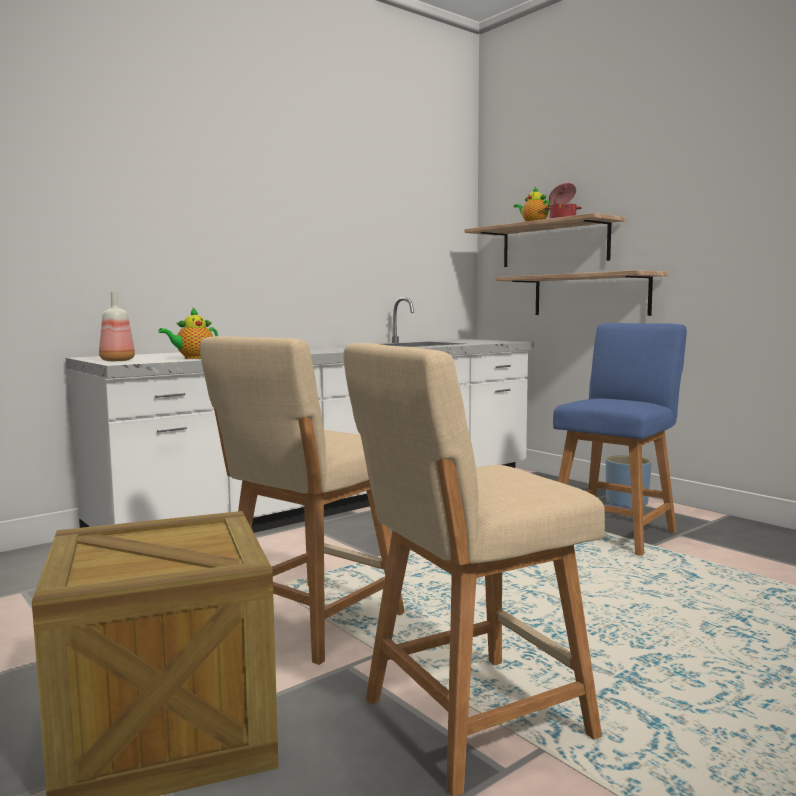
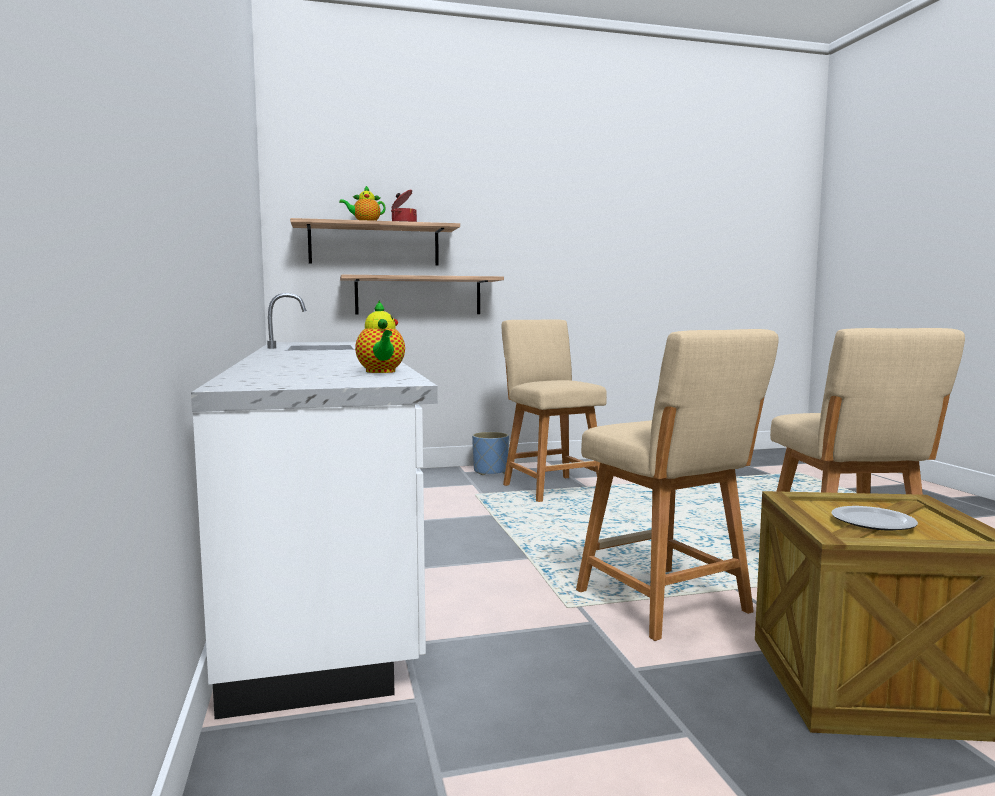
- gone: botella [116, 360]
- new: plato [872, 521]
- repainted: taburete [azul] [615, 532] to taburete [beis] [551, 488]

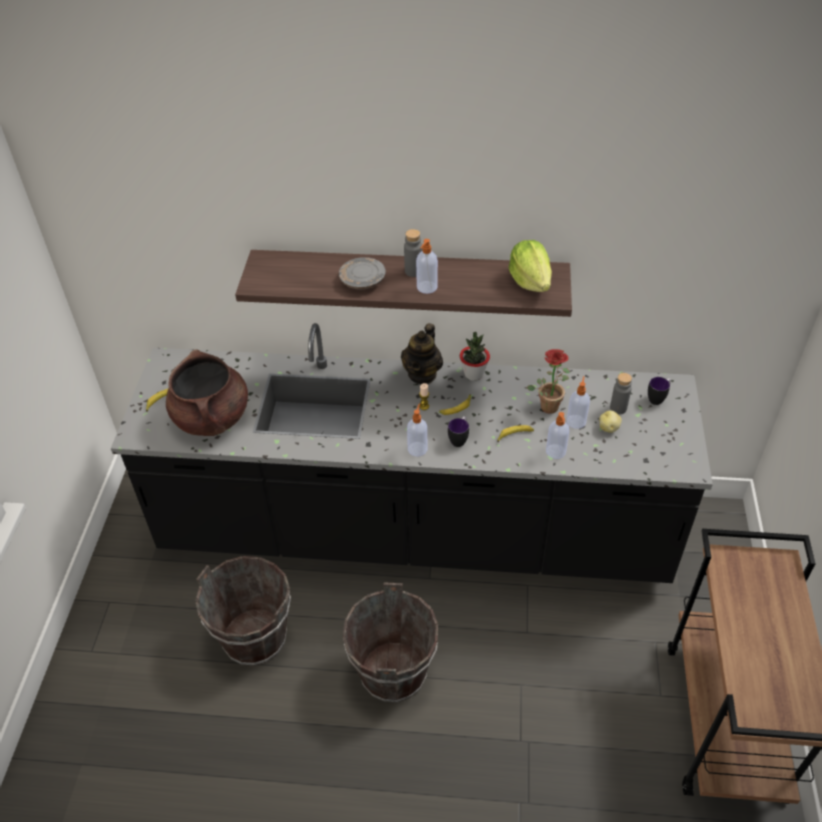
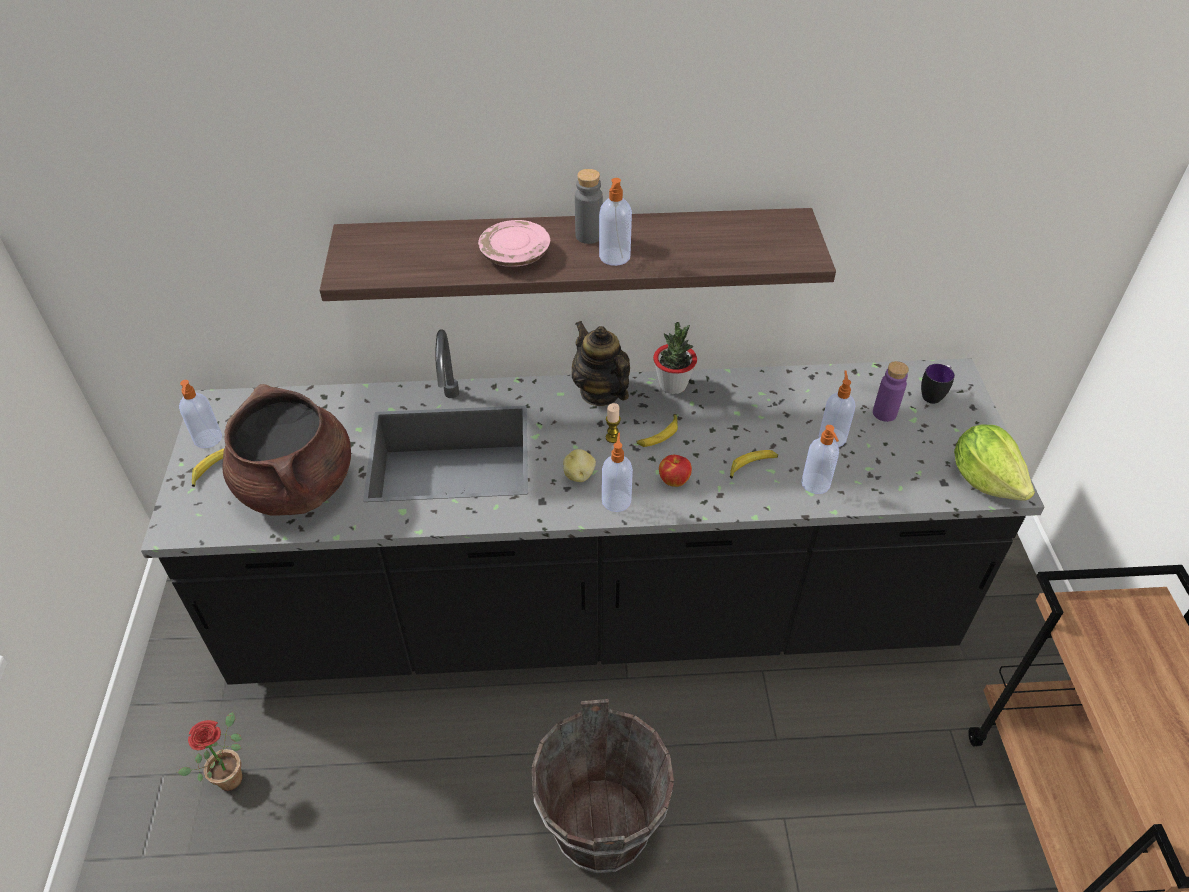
- gone: cubo [marrón] [255, 637]
- new: dispensador de jabón [208, 439]
- shifted: lechuga [530, 281] to [985, 479]
- shifted: planta en maceta [549, 404] to [231, 774]
- shifted: patata [609, 428] to [579, 475]
- swapped: taza grande [459, 439] to manzana [674, 480]
- repainted: plato [gris] [362, 280] to plato [rosa] [515, 255]
- repainted: botella [gris] [618, 408] to botella [morado] [884, 413]
- rotated: tetera [422, 374] = [600, 392] 135 degrees clockwise

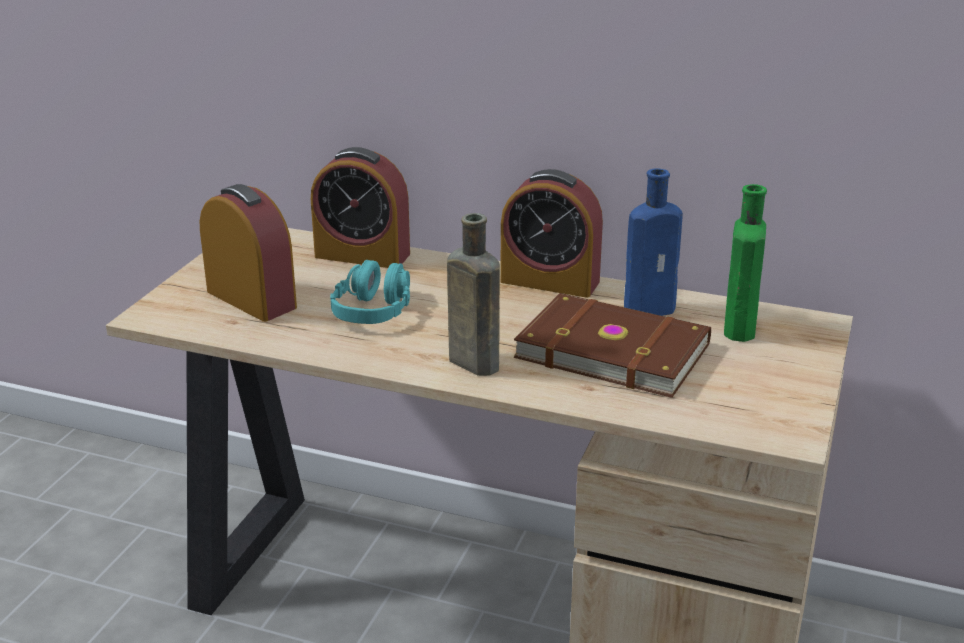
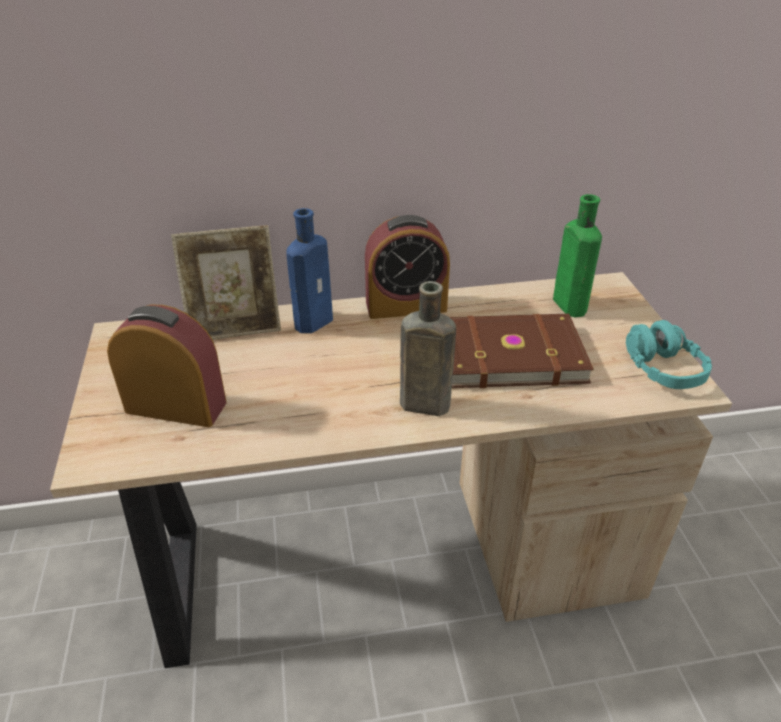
- shifted: auriculares [turquesa] [373, 310] to [662, 368]
- shifted: botella [azul] [653, 309] to [316, 320]
- swapped: despertador [362, 255] to portarretratos [235, 327]

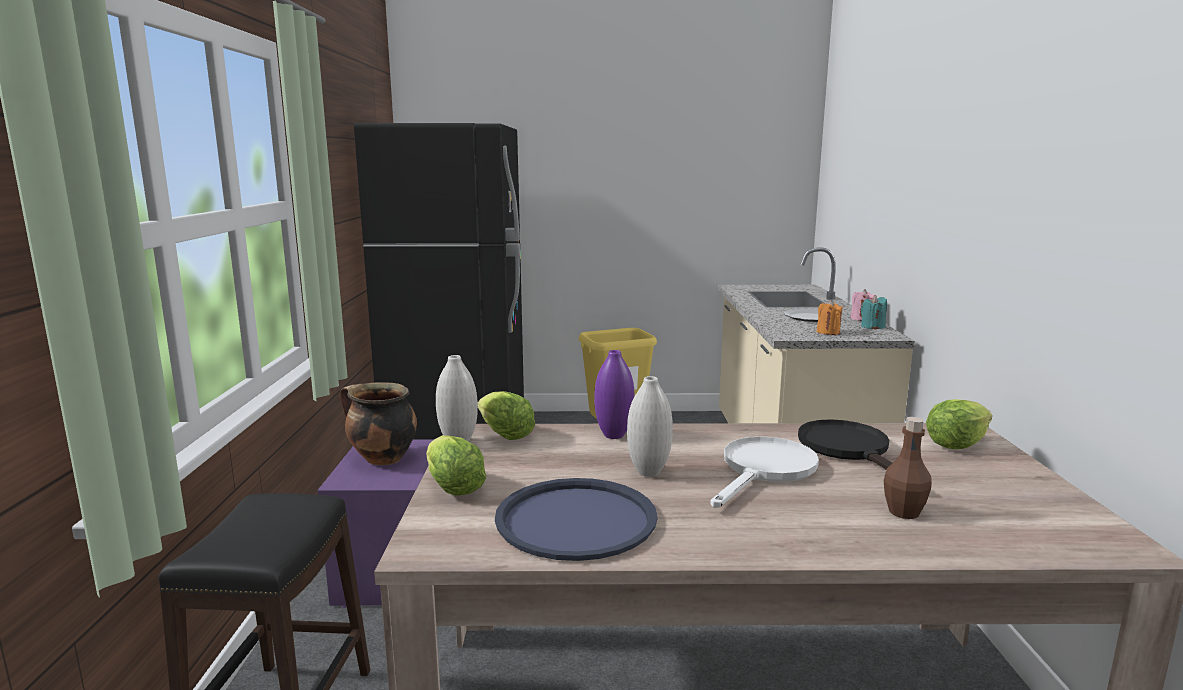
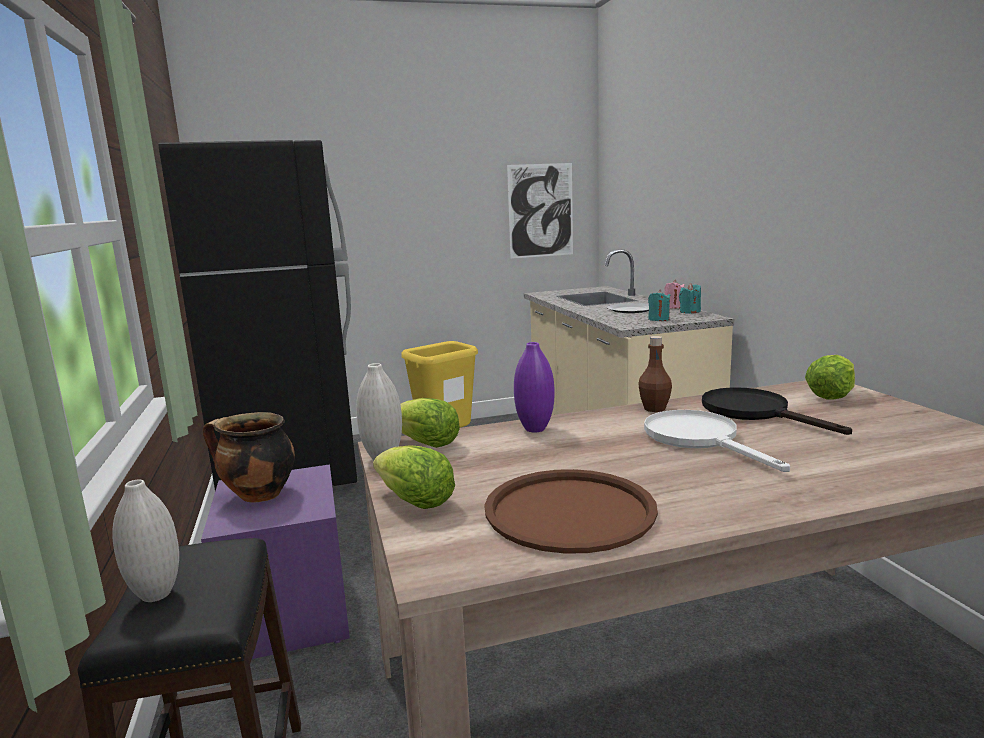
- new: cuadro [540, 210]
- shifted: florero [blanco] [648, 472] to [156, 594]
- shifted: botella [marrón] [903, 512] to [654, 408]
- repainted: bandeja [azul] [576, 519] to bandeja [marrón] [569, 511]
- repainted: vela [naranja] [828, 332] to vela [turquesa] [658, 319]
- rotated: sartén [blanco] [764, 470] = [700, 439] 45 degrees counterclockwise

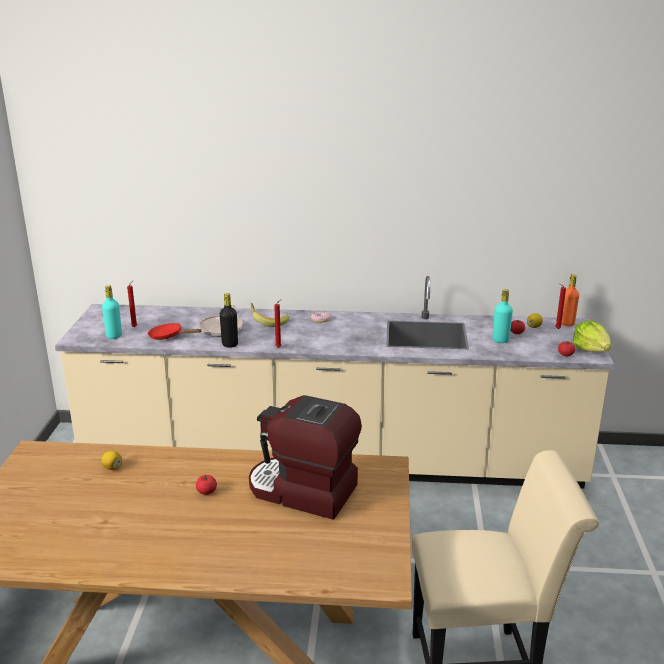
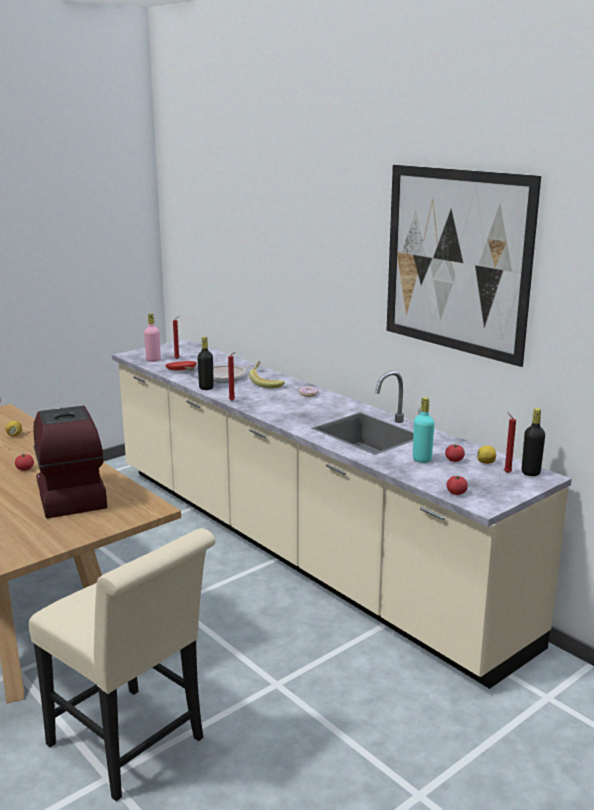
- gone: lechuga [591, 349]
- new: cuadro [456, 261]
- repainted: botella [turquesa] [114, 336] to botella [rosa] [153, 360]
- repainted: botella [naranja] [566, 323] to botella [negro] [530, 472]

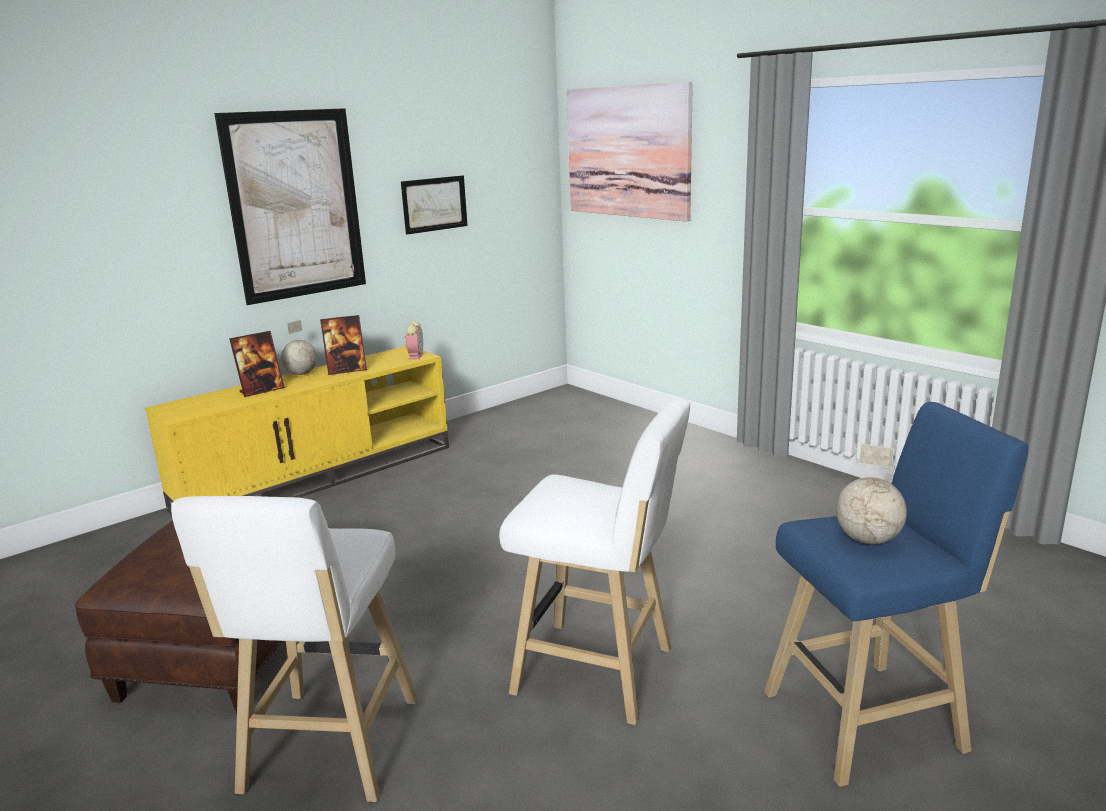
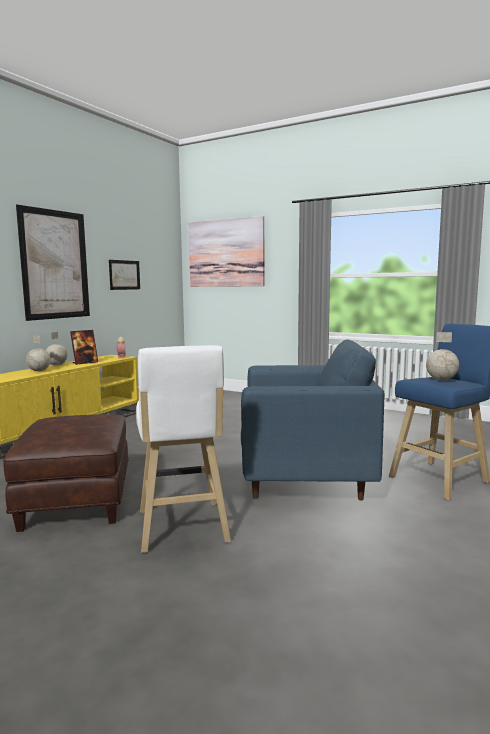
- swapped: portarretratos [261, 390] to globo terráqueo [39, 371]
- swapped: taburete [blanco] [600, 673] to sillón [azul] [305, 481]

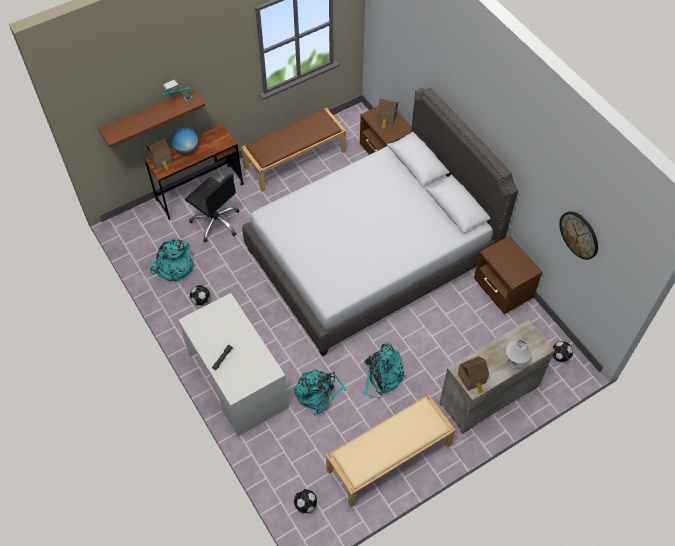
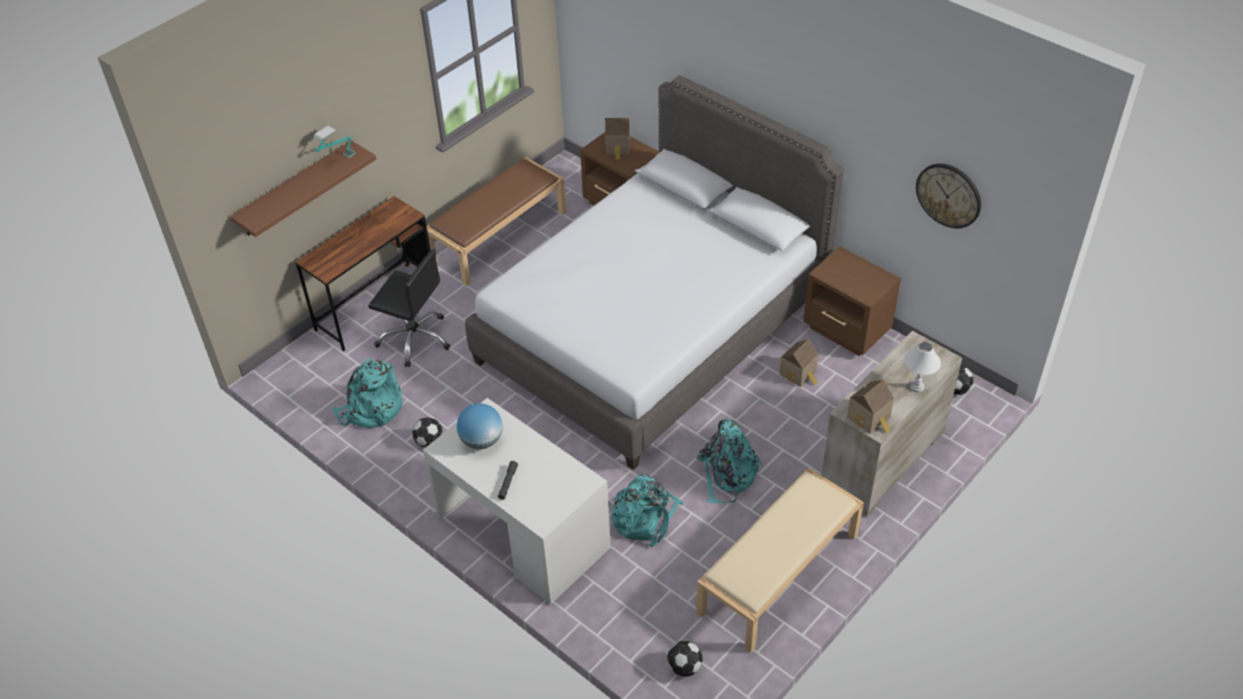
- shifted: casita [161, 160] to [799, 374]
- shifted: globo terráqueo [186, 149] to [482, 440]

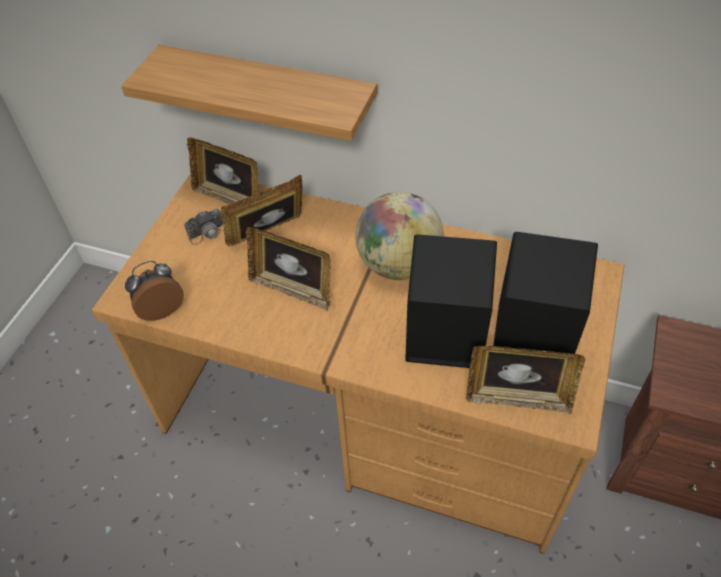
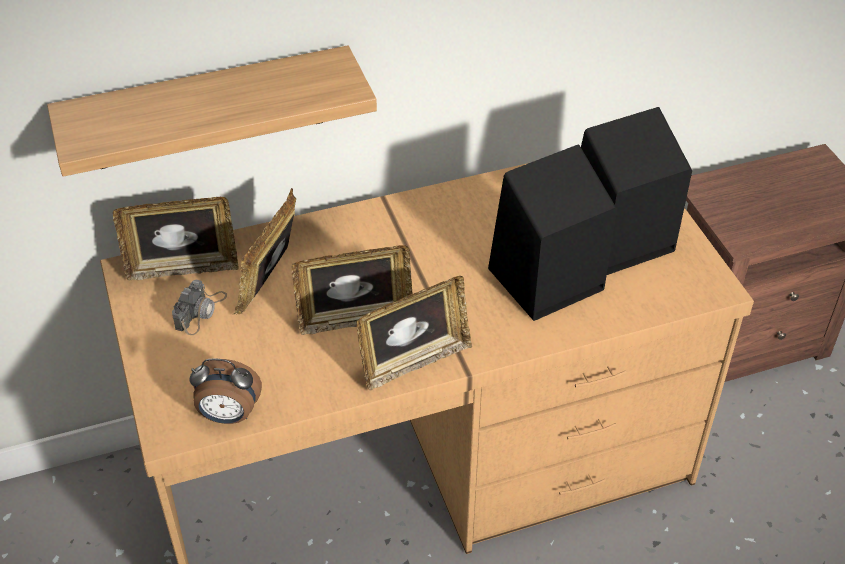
- gone: globo terráqueo [398, 264]
- shifted: portarretratos [517, 398] to [414, 361]
- rotated: despertador [160, 308] = [229, 416] 105 degrees counterclockwise

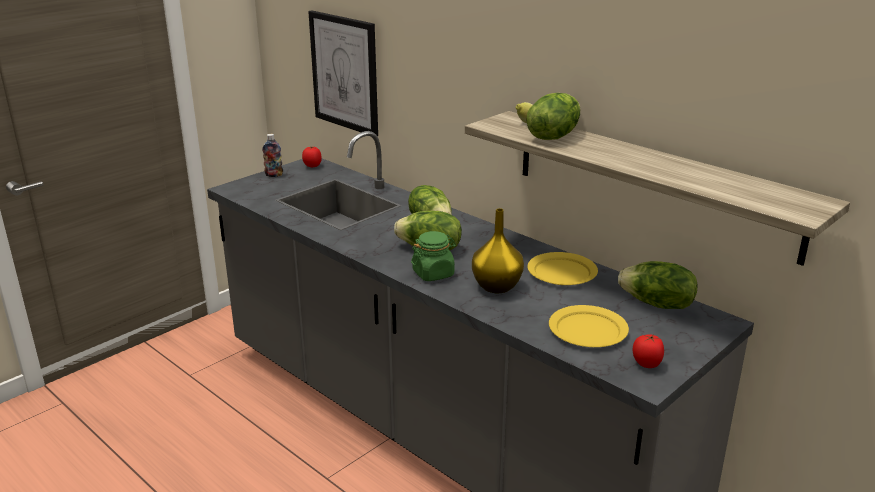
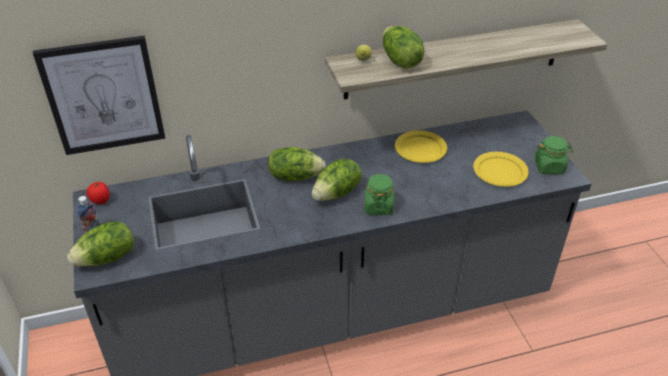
- gone: florero [amarillo] [495, 286]
- shifted: lechuga [657, 304] to [107, 258]
- swapped: tomate [646, 364] to tarro [verde] [549, 167]

